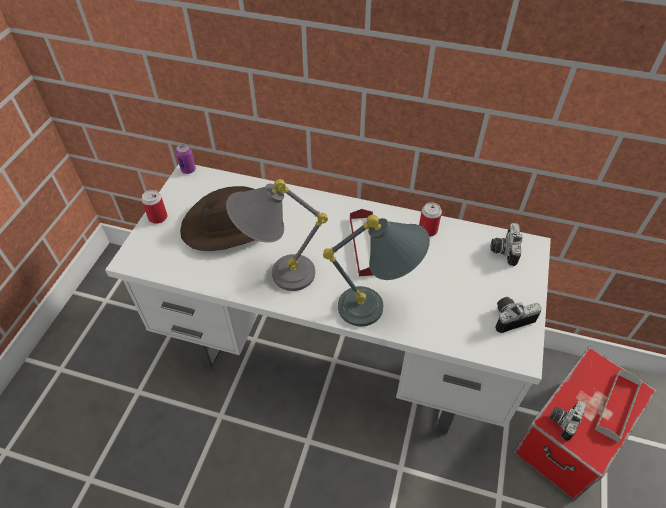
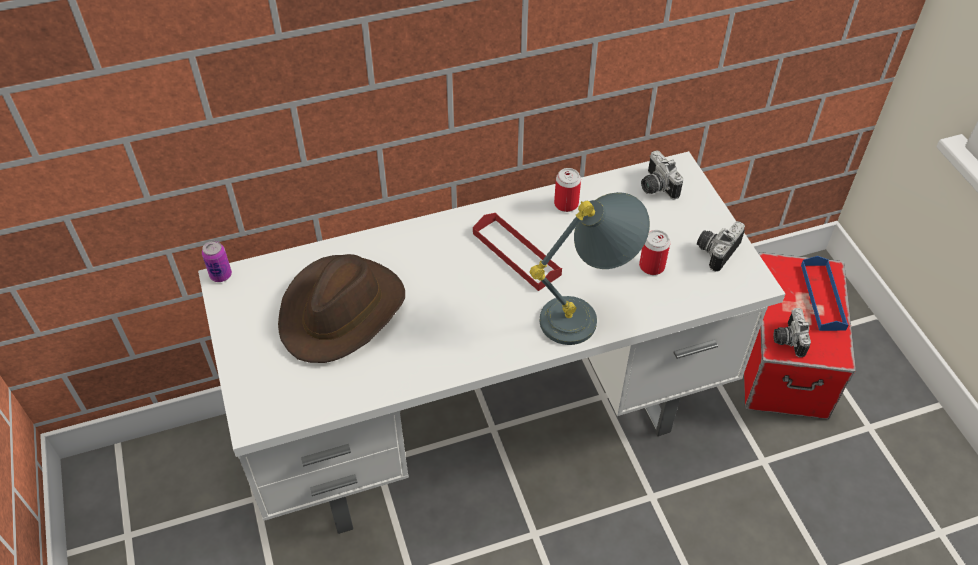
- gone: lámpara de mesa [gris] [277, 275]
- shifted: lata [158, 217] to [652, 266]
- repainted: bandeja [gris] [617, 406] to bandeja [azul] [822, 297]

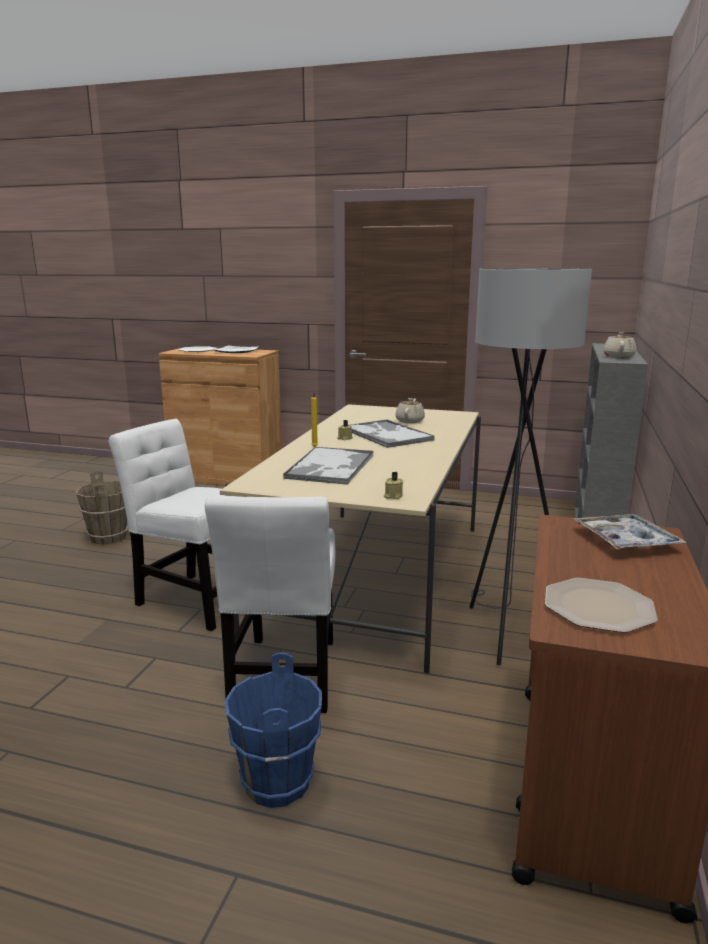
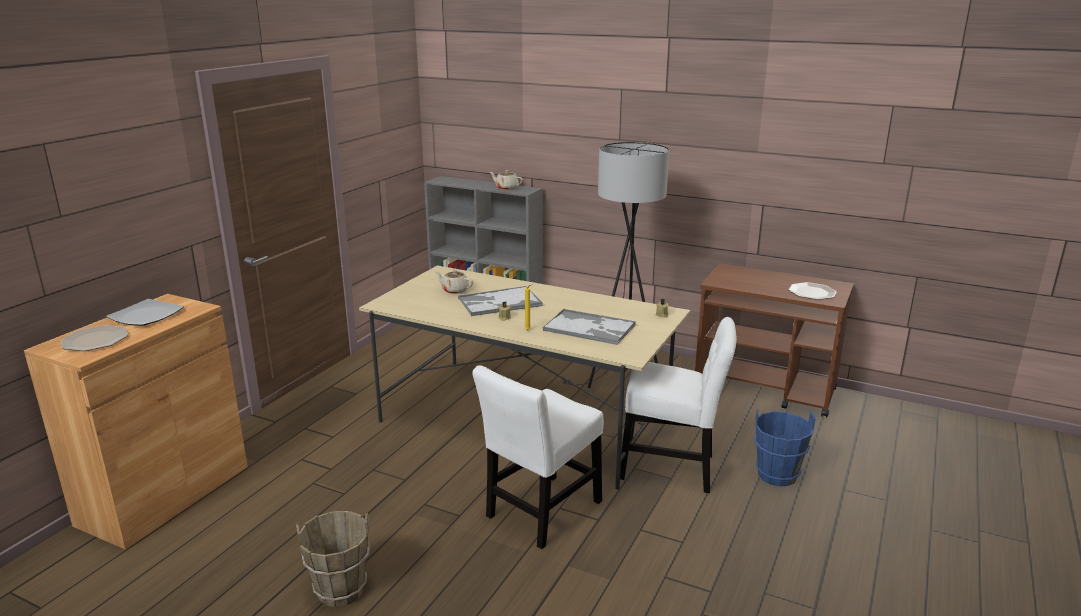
- gone: bandeja [626, 541]

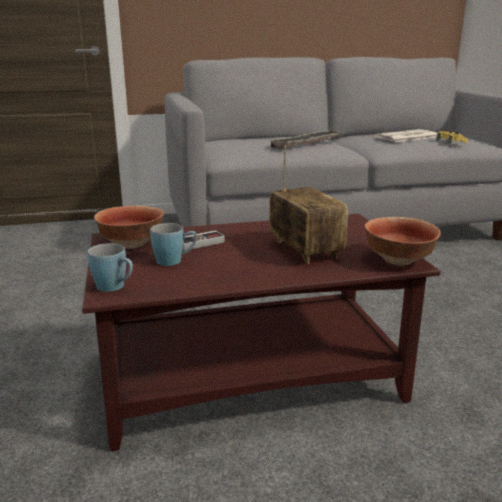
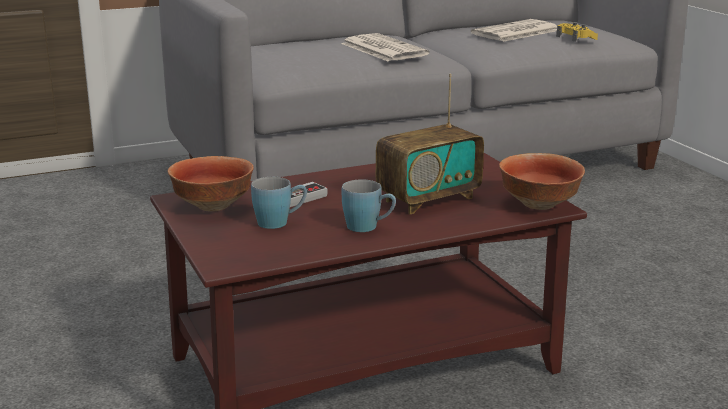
- shifted: taza grande [azul] [115, 287] to [369, 227]
- swapped: bandeja [306, 143] to periódico [382, 49]
- rotated: radio [305, 250] = [428, 199] 90 degrees clockwise

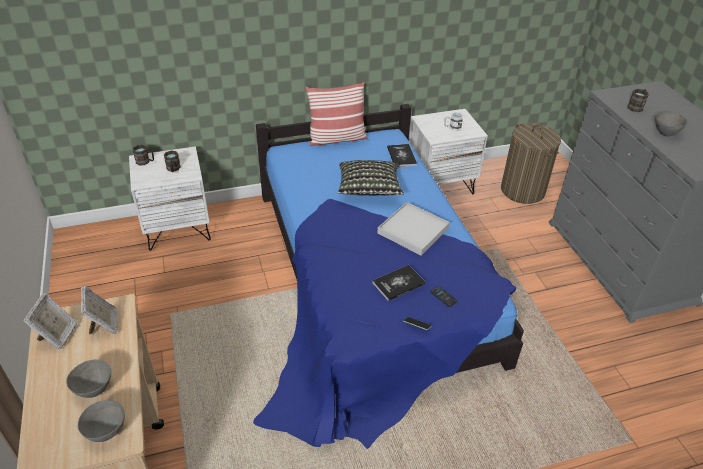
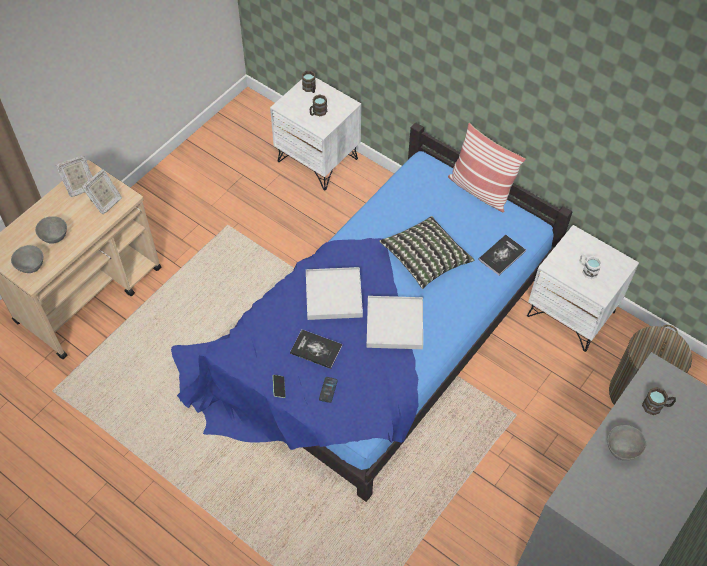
- new: bandeja [blanco] [333, 295]

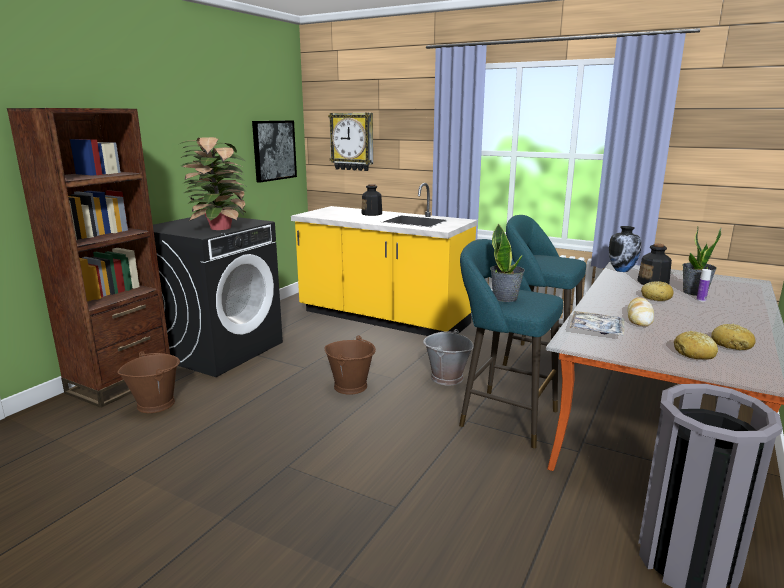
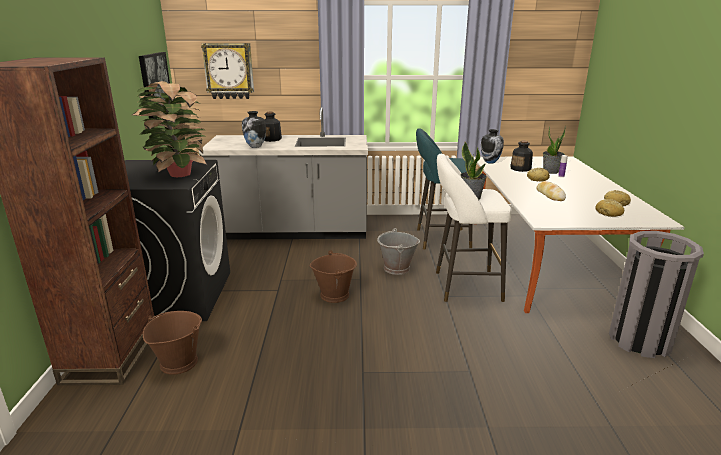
- gone: bandeja [596, 329]
- new: florero [255, 146]
- repainted: mueble bajo de cocina [amarillo] [382, 319] to mueble bajo de cocina [gris] [292, 232]
- repainted: taburete [turquesa] [503, 416] to taburete [blanco] [463, 286]

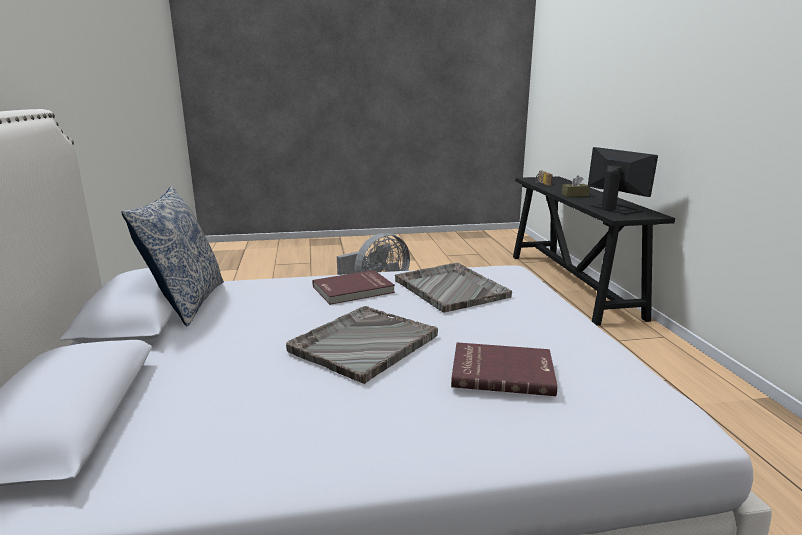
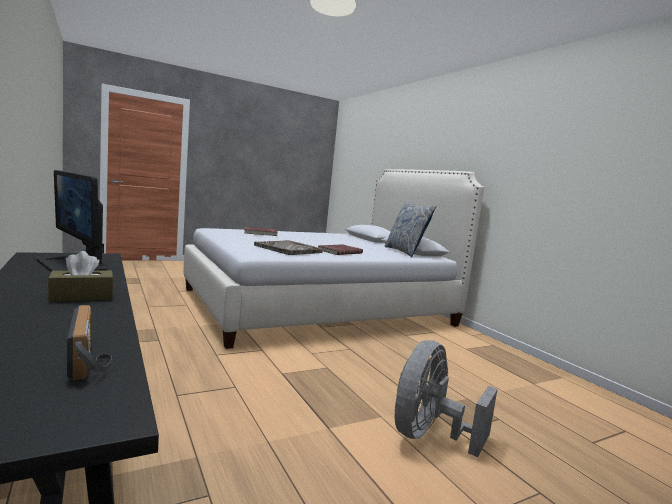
- gone: bandeja [gris] [363, 344]

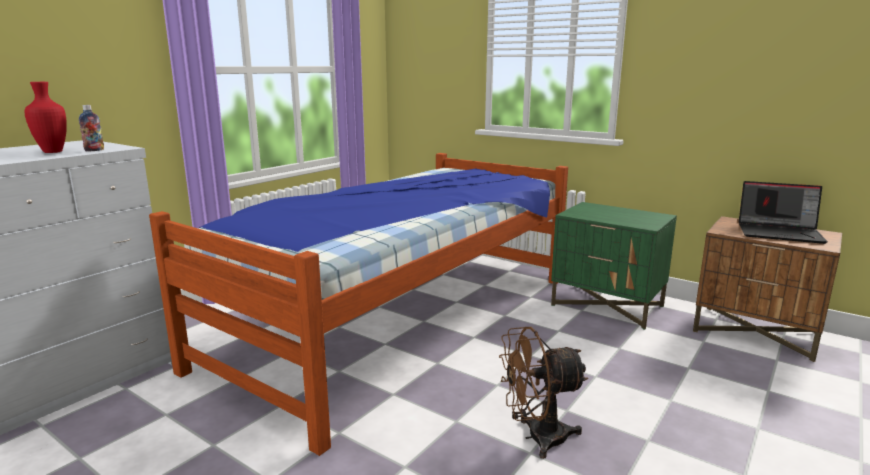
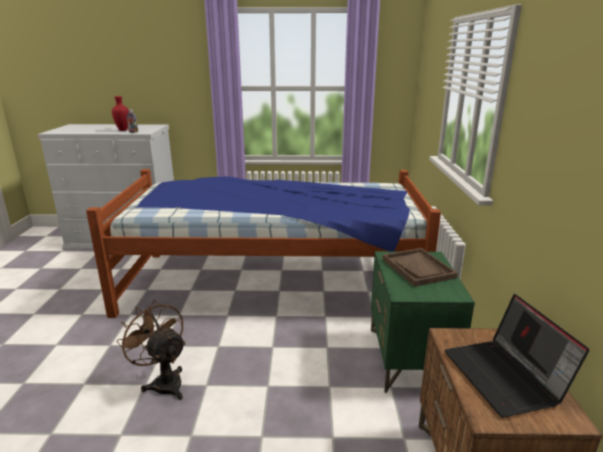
- new: bandeja [marrón] [418, 268]

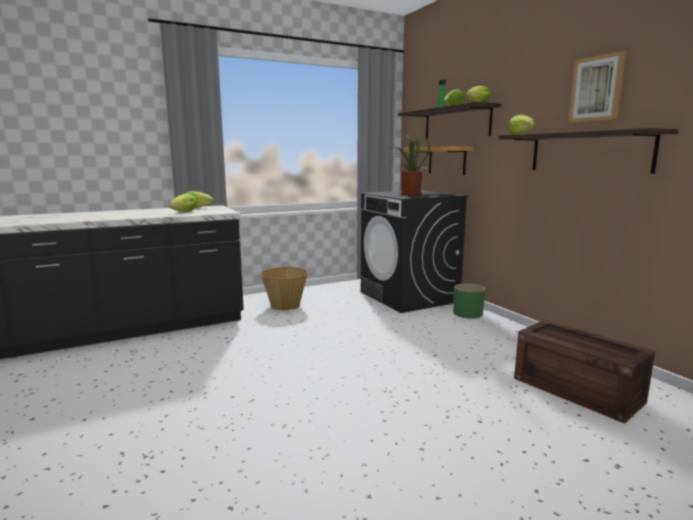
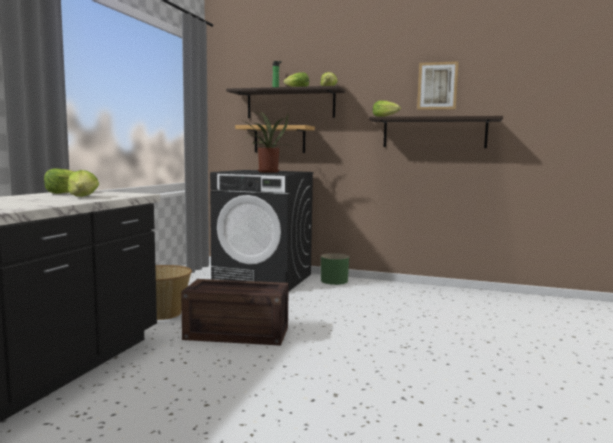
- shifted: caja de embalaje [579, 390] to [238, 333]

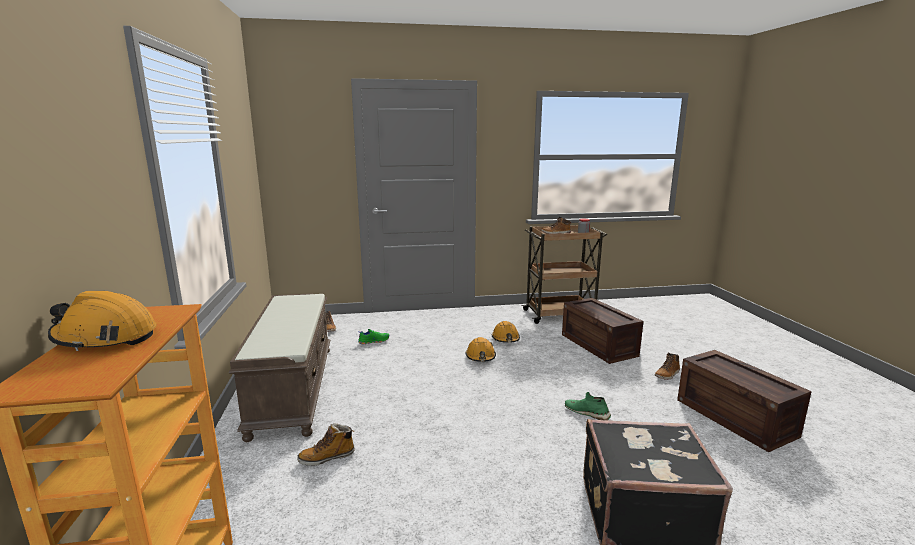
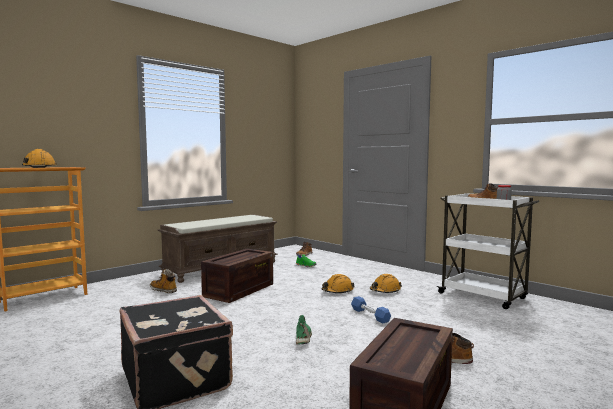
- new: mancuerna [azul] [370, 315]
- shifted: caja de embalaje [600, 345] to [239, 290]
- repainted: carrito [marrón] [559, 314] to carrito [blanco] [483, 296]

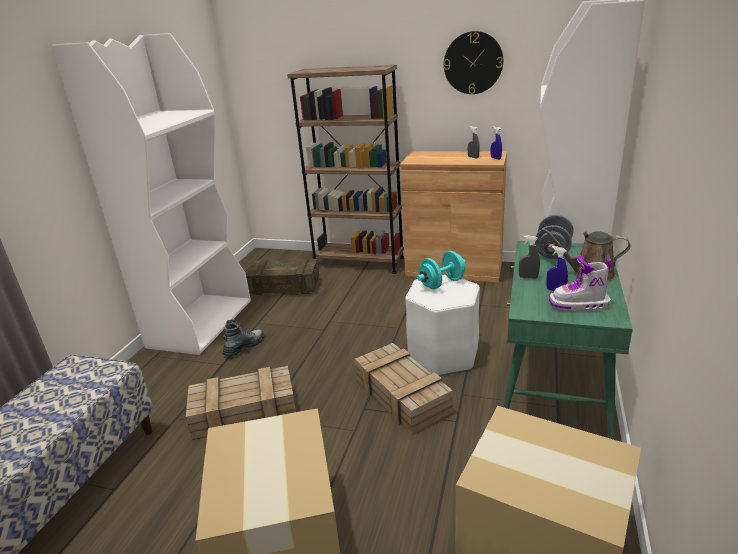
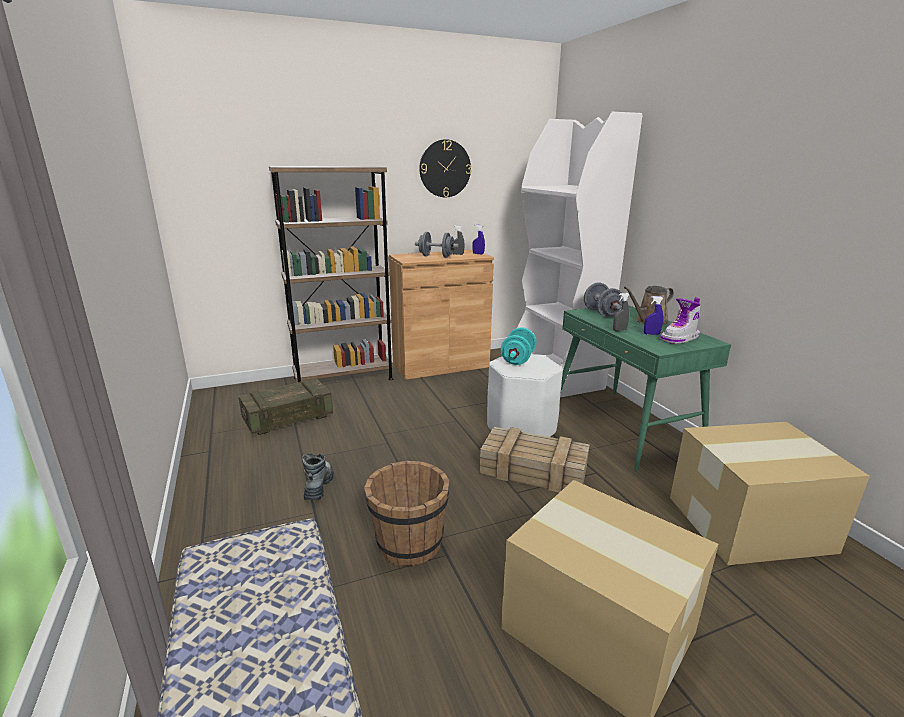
- gone: estantería [blanco] [201, 323]
- new: mancuerna [gris] [436, 256]
- swapped: caja de embalaje [246, 411] to cubo [marrón] [408, 543]

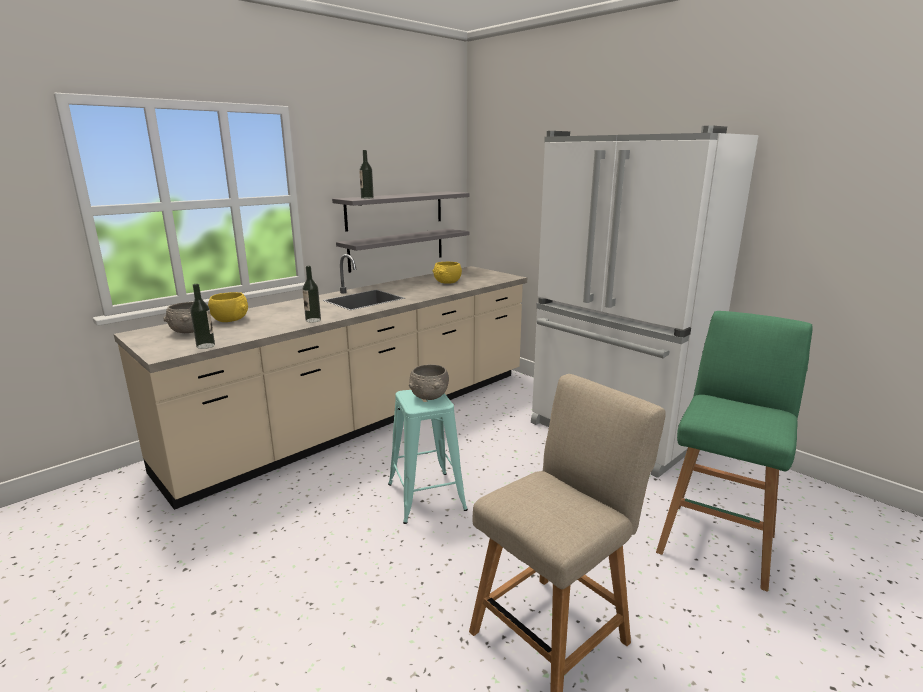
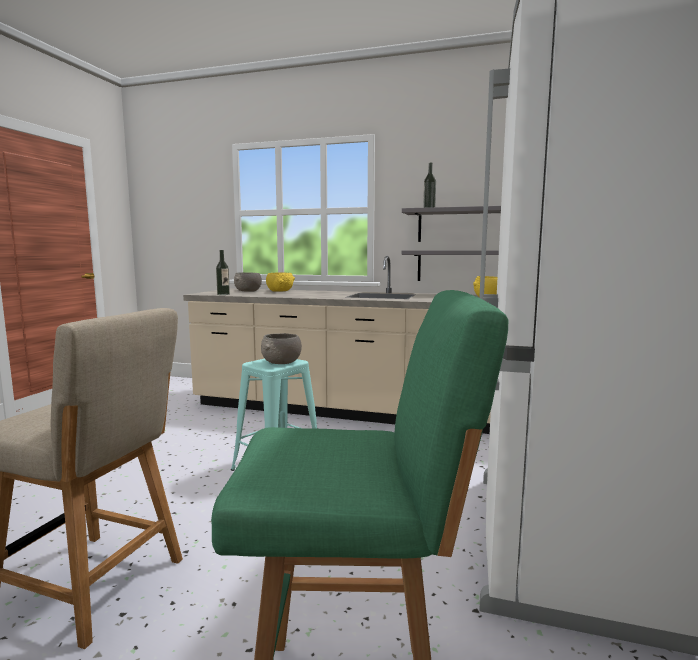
- gone: botella [313, 320]

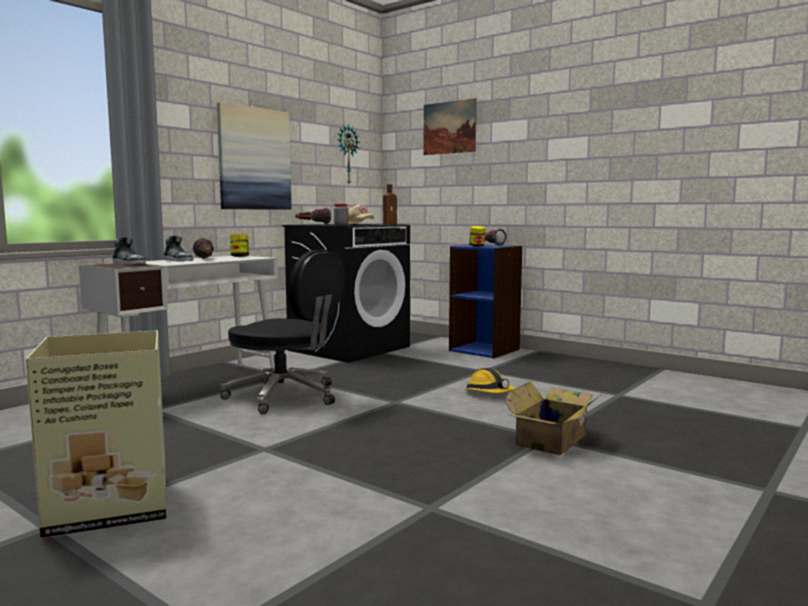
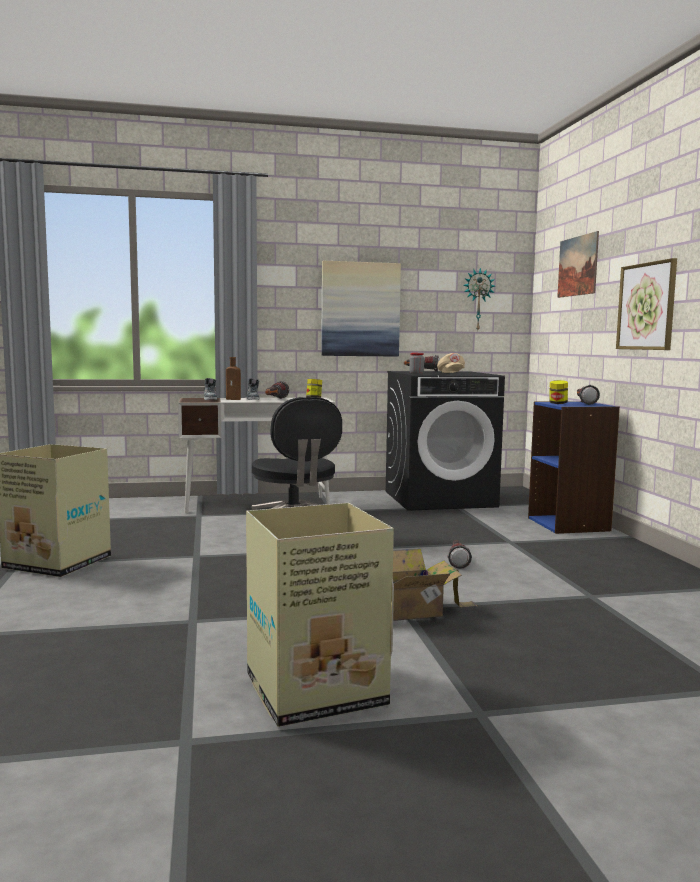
- new: caja de cartón [312, 691]
- new: cuadro [646, 306]
- shifted: botella [marrón] [391, 224] to [234, 399]
- swapped: casco [489, 393] to linterna [457, 562]

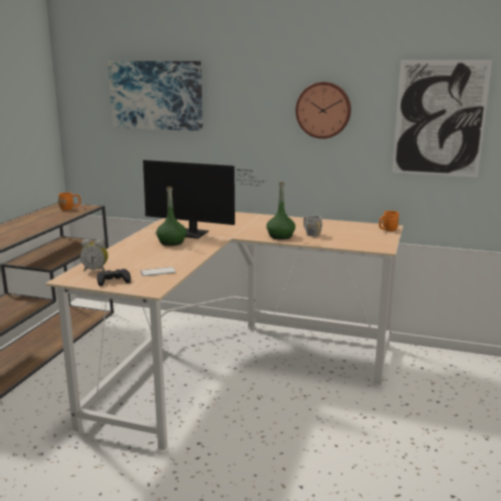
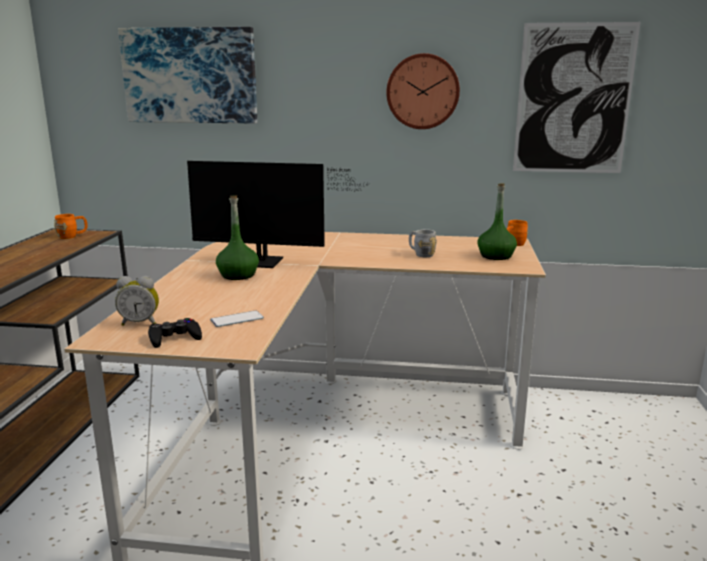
- shifted: botella [verde] [280, 236] to [495, 256]

